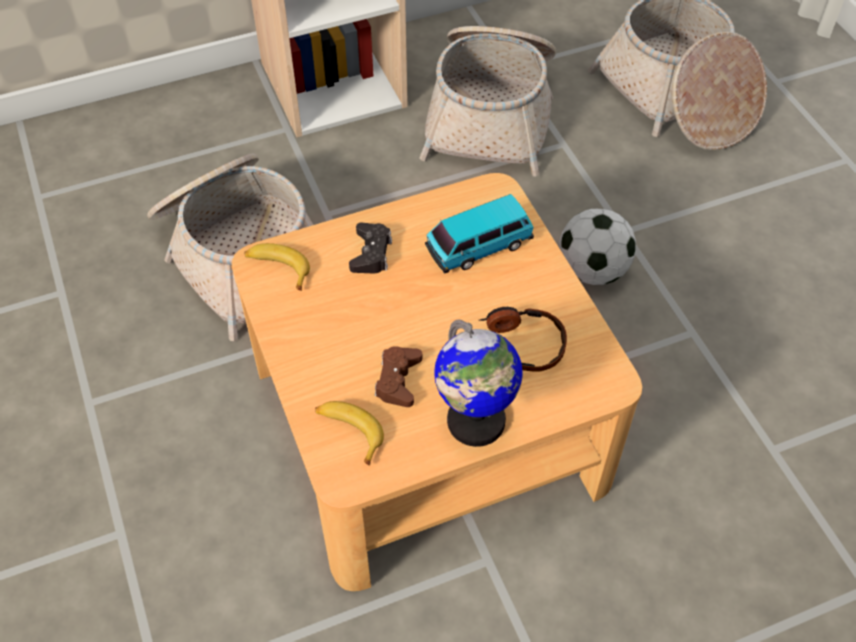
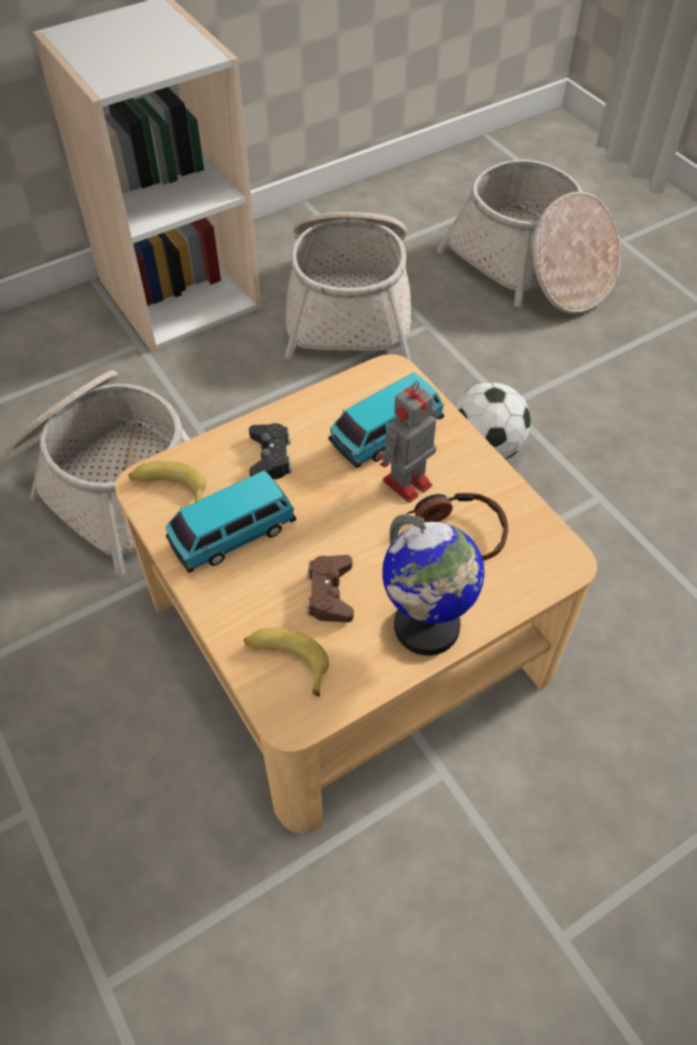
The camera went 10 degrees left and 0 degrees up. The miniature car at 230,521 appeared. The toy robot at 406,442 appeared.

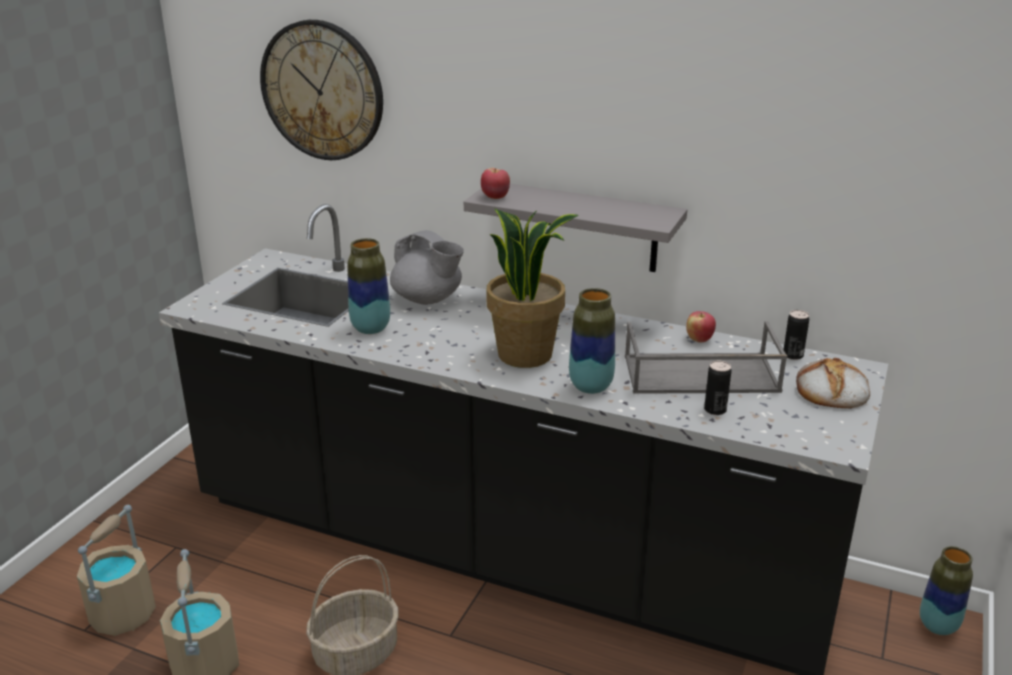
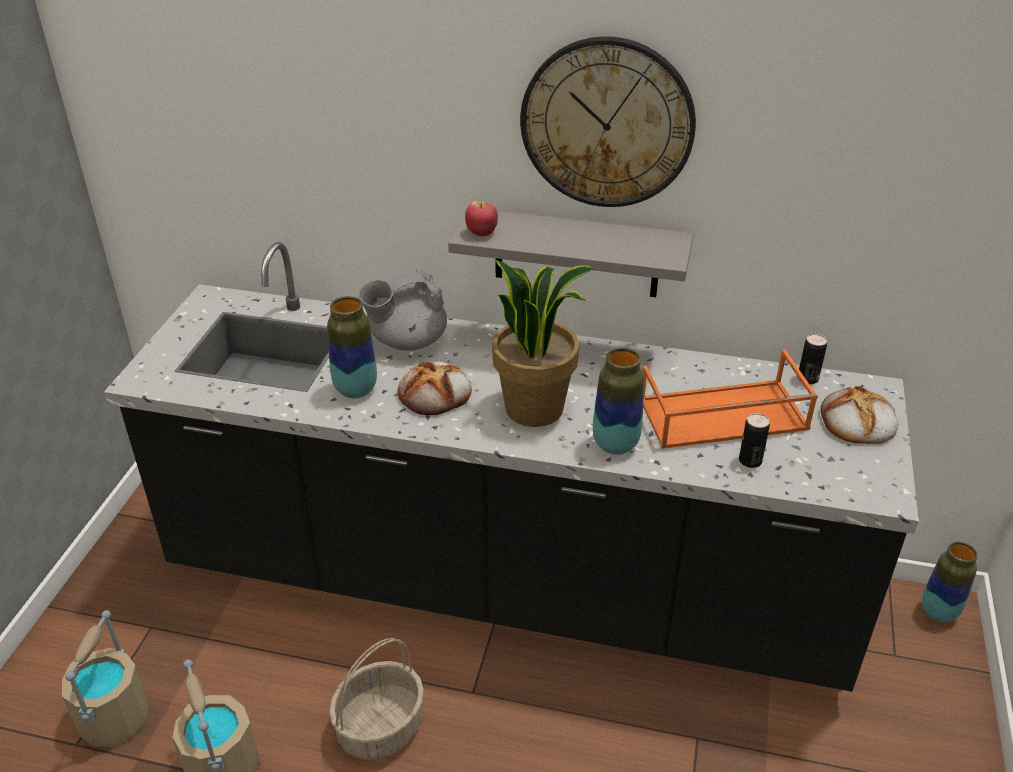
The camera went 10 degrees left and 10 degrees up. The clock on the wall moved from 321,90 to 608,121. The grey pot for tea at 427,267 turned 120 degrees clockwise. The grey carrying tray at 706,357 became the orangey carrying tray at 730,399. The apple at 701,327 disappeared. The baked bread at 434,388 appeared.

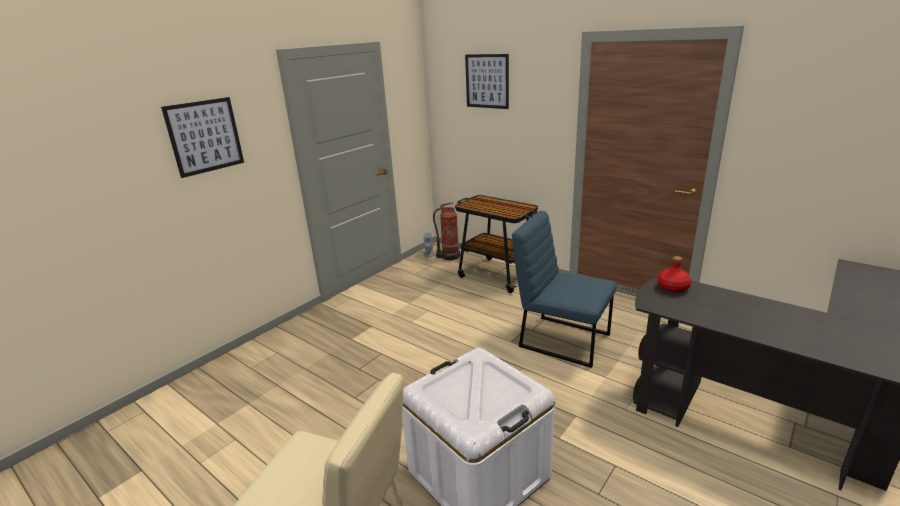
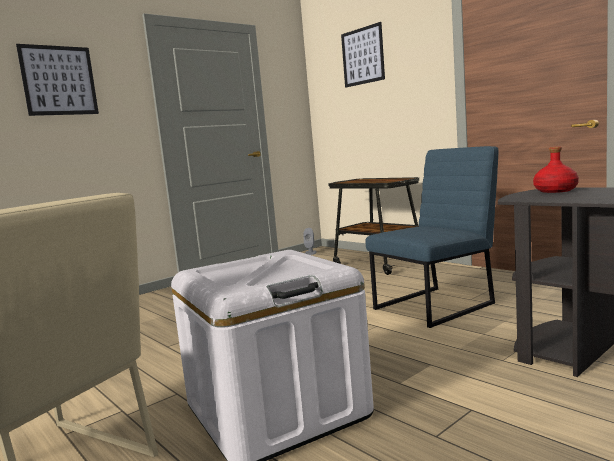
The camera went 10 degrees right and 15 degrees down. The extinguisher at 446,231 disappeared. The bluish plain chair at 564,289 turned 105 degrees clockwise.

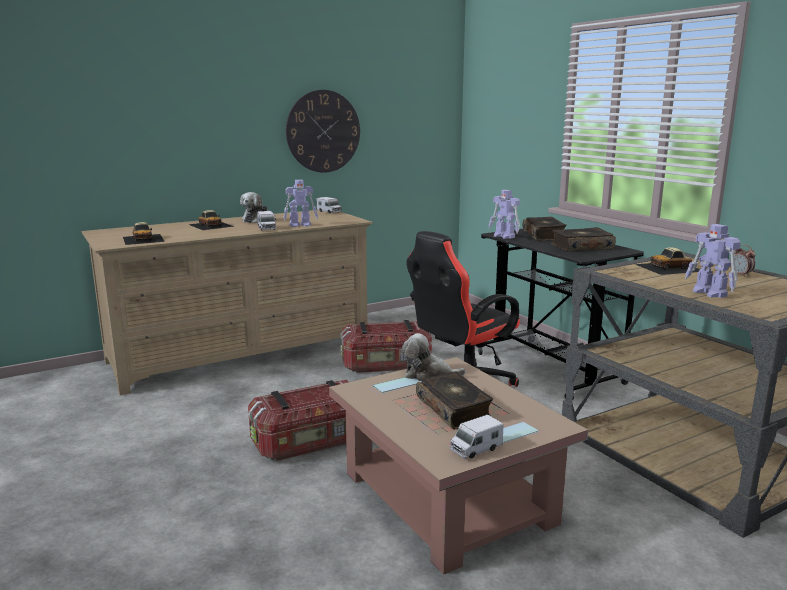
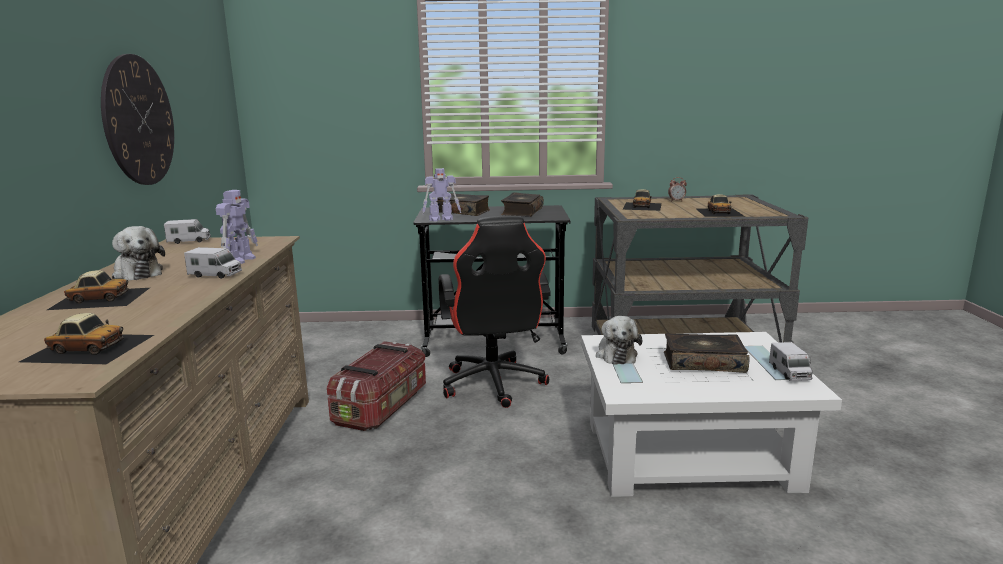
The camera went 60 degrees left and 0 degrees up. The storage box at 298,420 disappeared. The brown-coloured low table at 458,466 became the white low table at 711,414. The soft toy at 434,357 turned 45 degrees counterclockwise. The toy robot at 713,261 was replaced by the miniature car at 720,205.

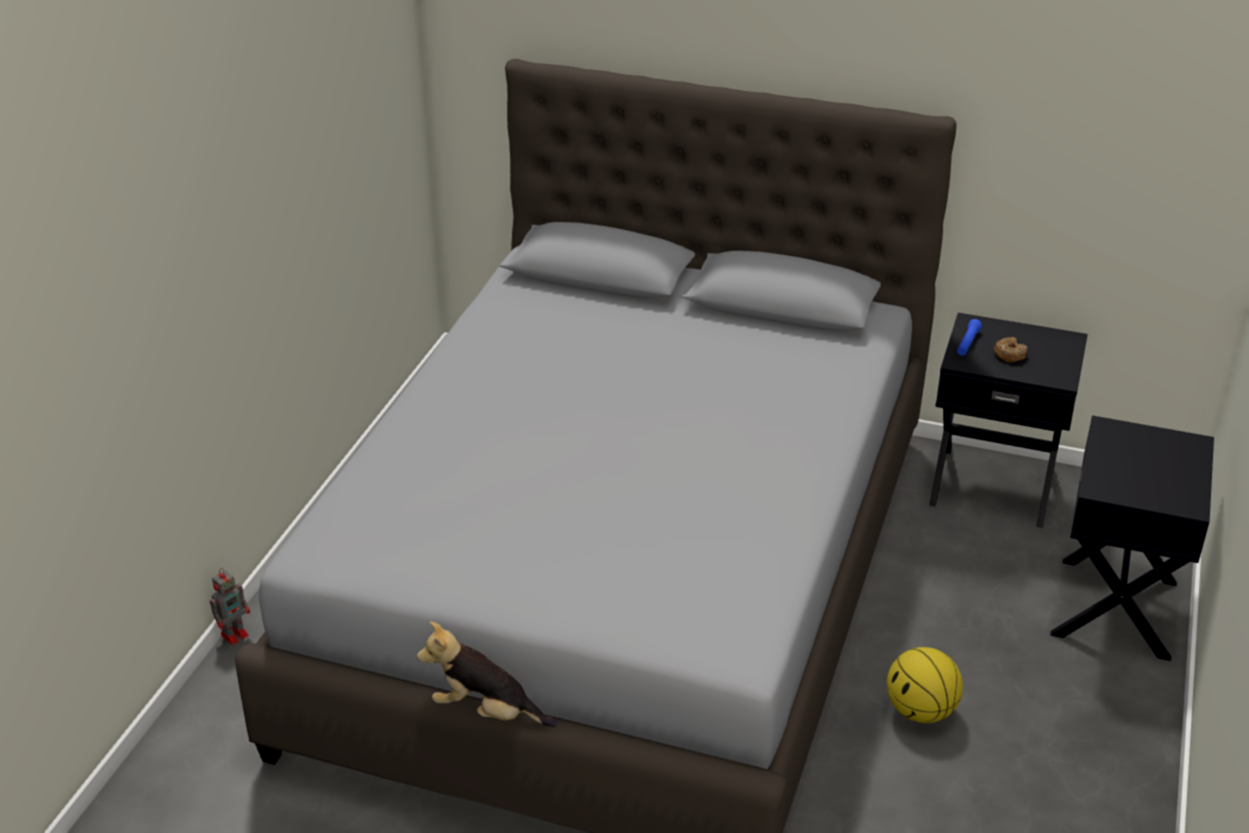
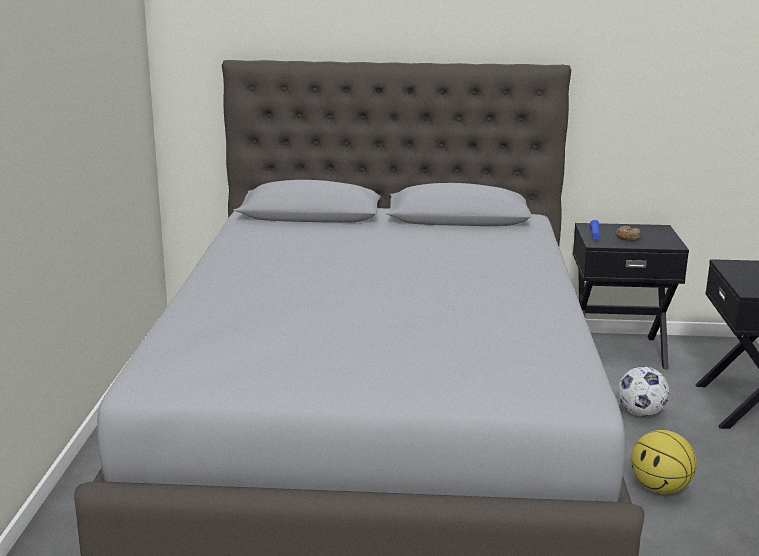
The camera went 15 degrees left and 15 degrees down. The toy robot at 230,606 disappeared. The soft toy at 487,674 disappeared. The football at 643,391 appeared.

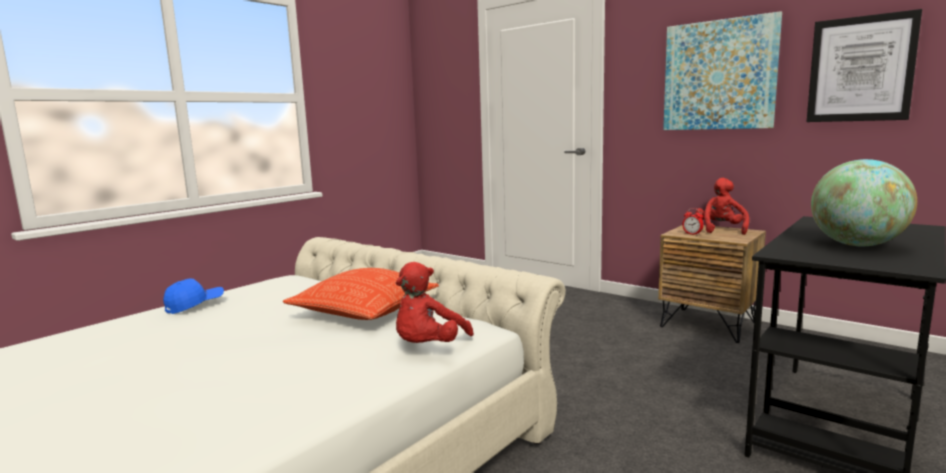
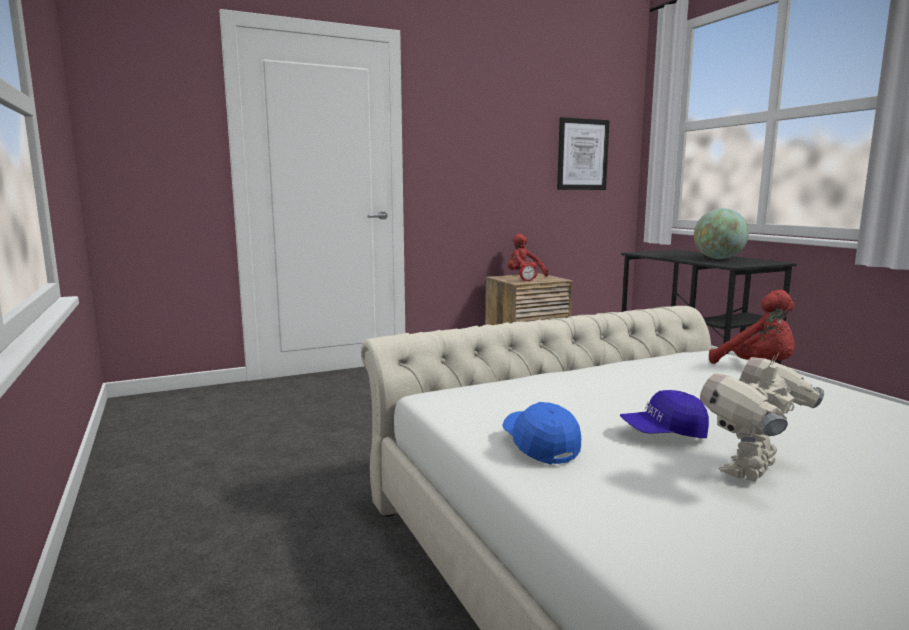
The camera went 65 degrees left and 0 degrees up. The orangey pillow at 361,294 disappeared. The wall picture at 722,70 disappeared. The bluish peaked cap at 664,414 appeared. The toy robot at 762,417 appeared.

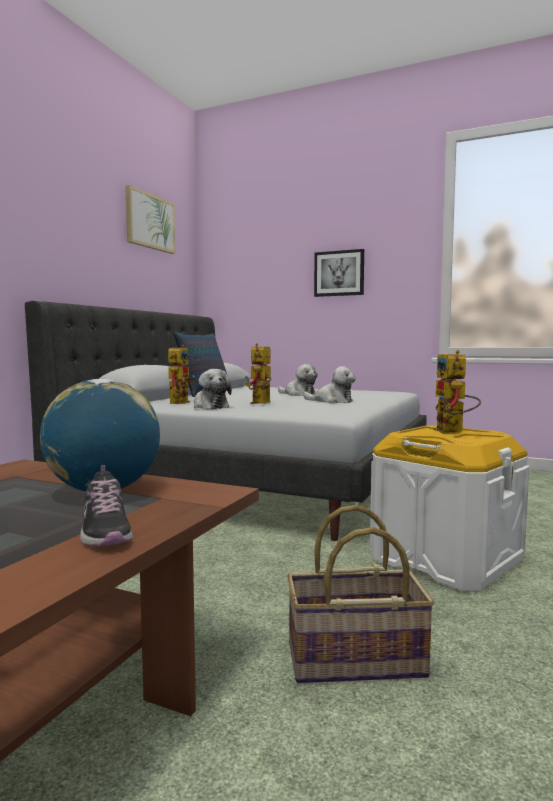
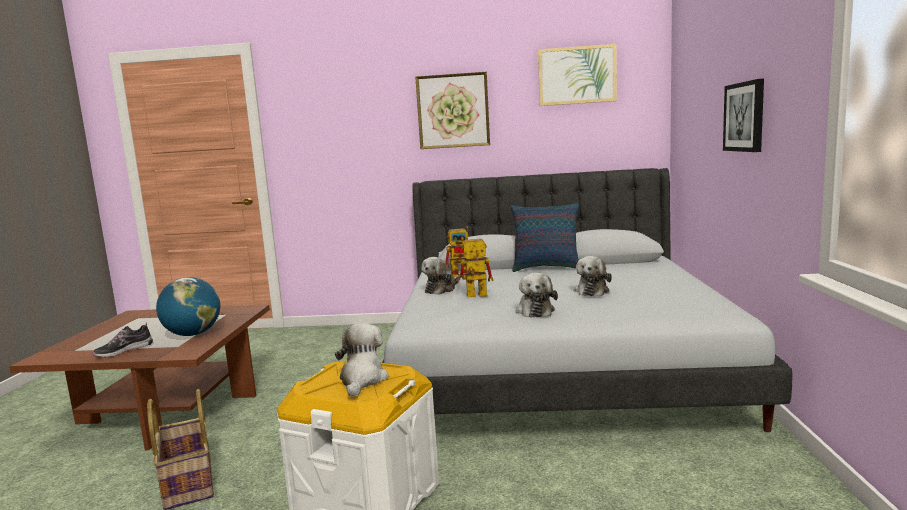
The camera went 70 degrees right and 5 degrees up. The toy robot at 457,392 was replaced by the soft toy at 362,360. The wall picture at 452,110 appeared.

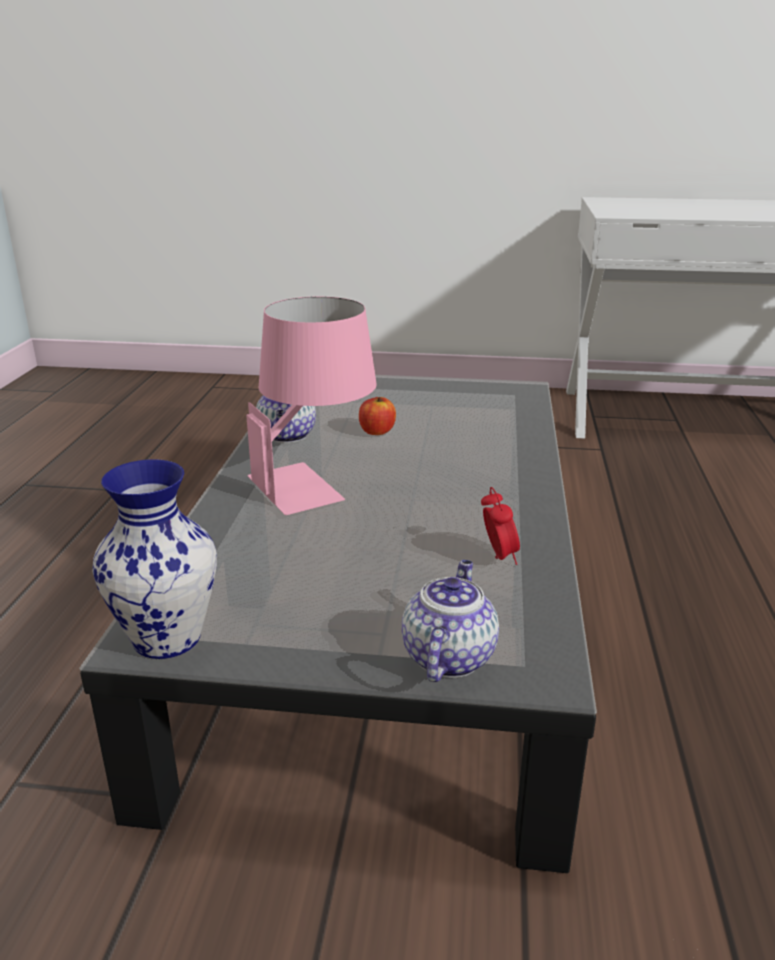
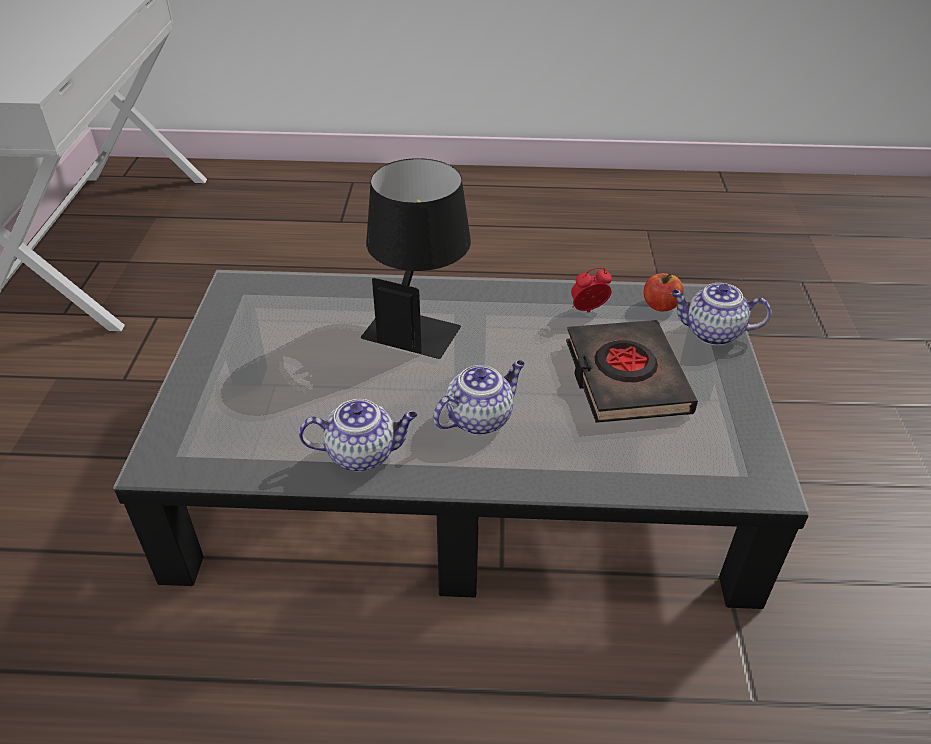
The camera went 95 degrees left and 15 degrees up. The vase at 154,559 disappeared. The pinkish table lamp at 311,406 was replaced by the pot for tea at 479,397. The apple moved from 377,416 to 664,292. The black-coloured table lamp at 416,258 appeared. The black-coloured book at 632,371 appeared.

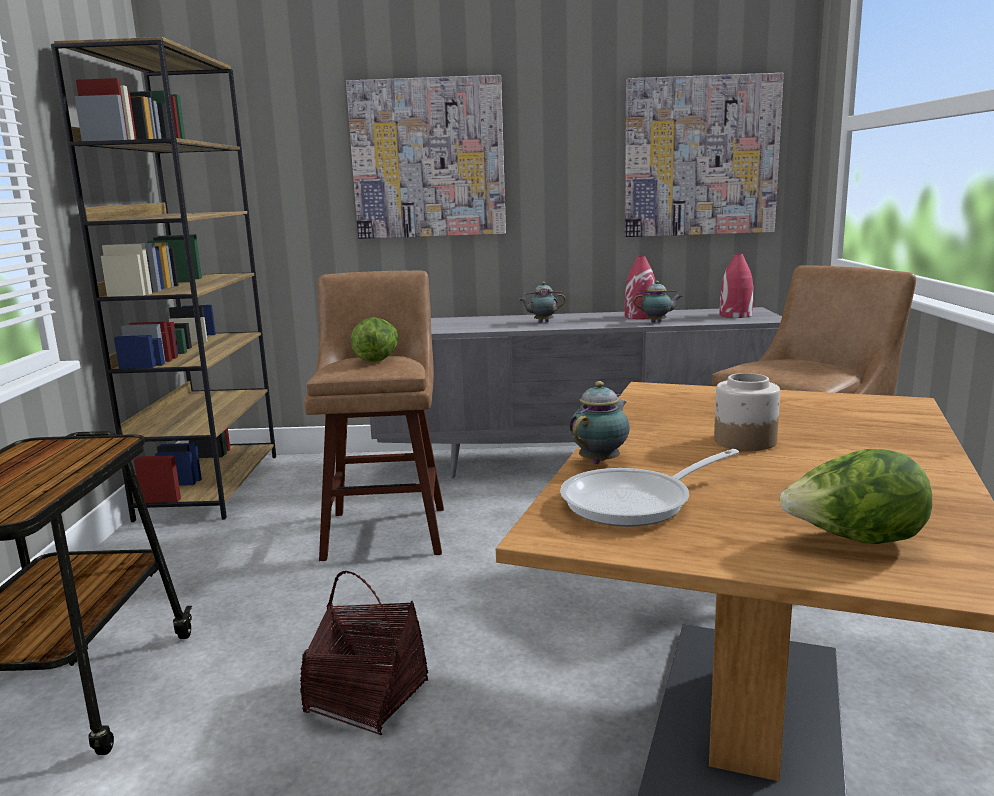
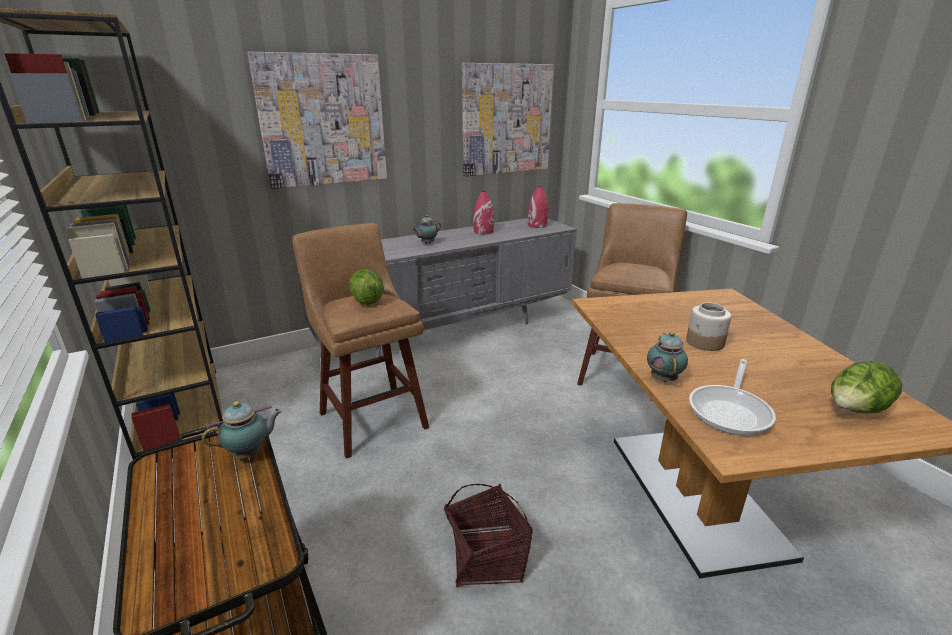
The camera went 30 degrees left and 10 degrees up. The pot for tea moved from 657,302 to 242,430.

